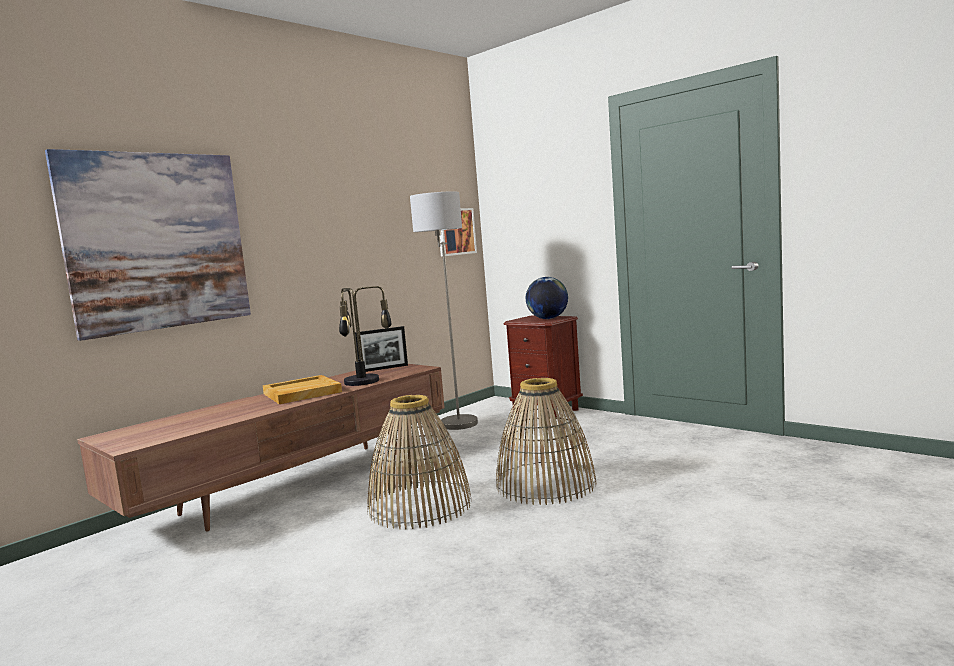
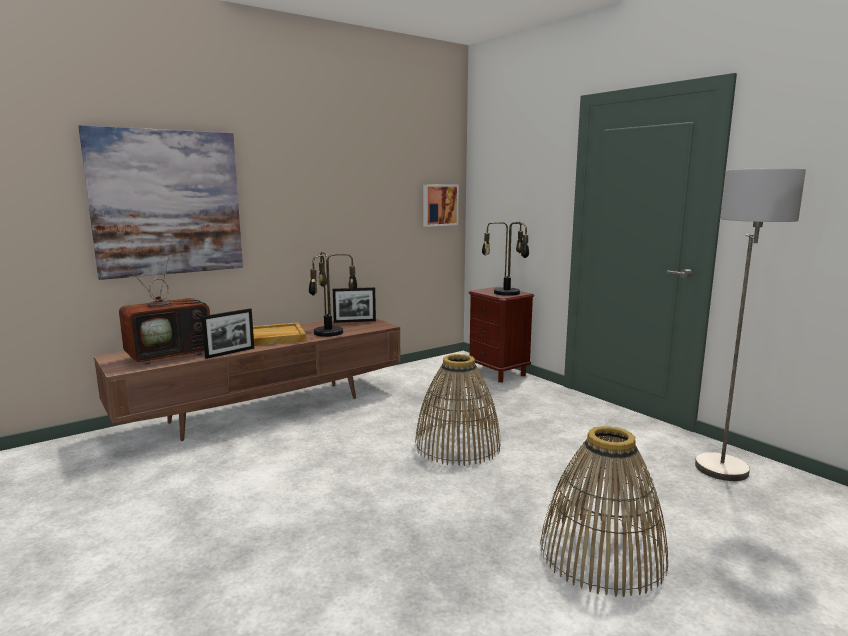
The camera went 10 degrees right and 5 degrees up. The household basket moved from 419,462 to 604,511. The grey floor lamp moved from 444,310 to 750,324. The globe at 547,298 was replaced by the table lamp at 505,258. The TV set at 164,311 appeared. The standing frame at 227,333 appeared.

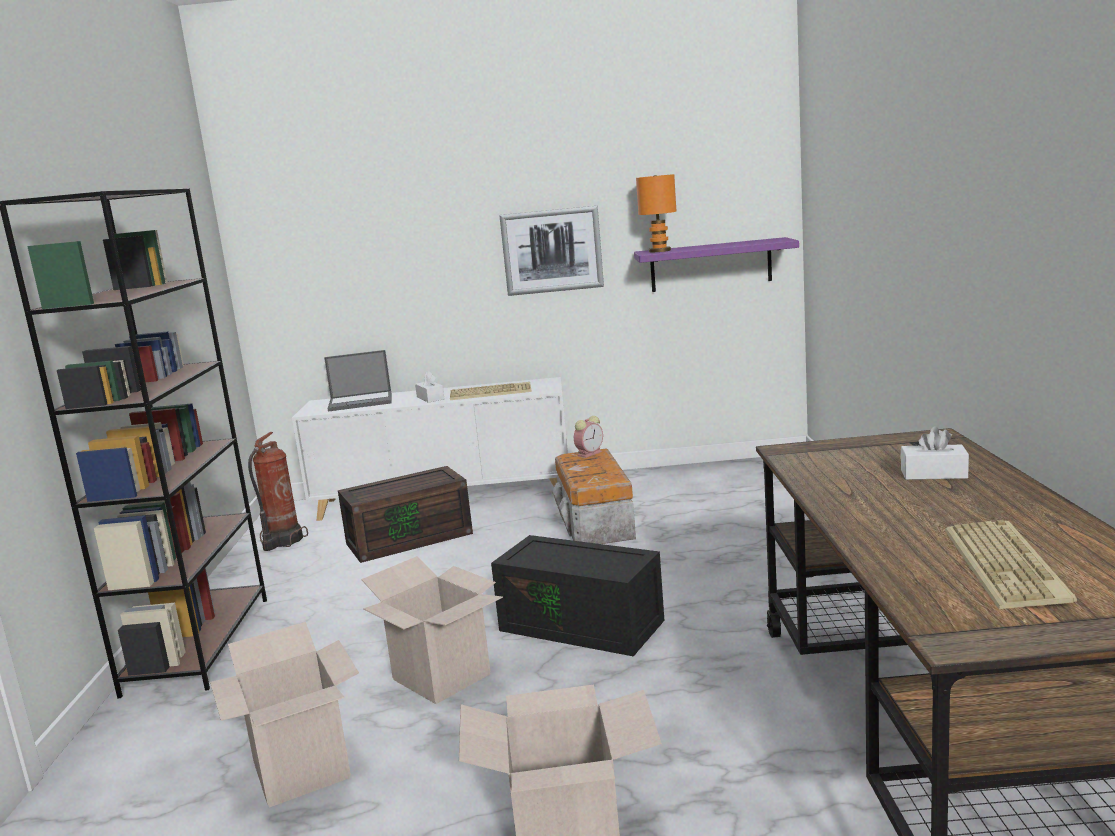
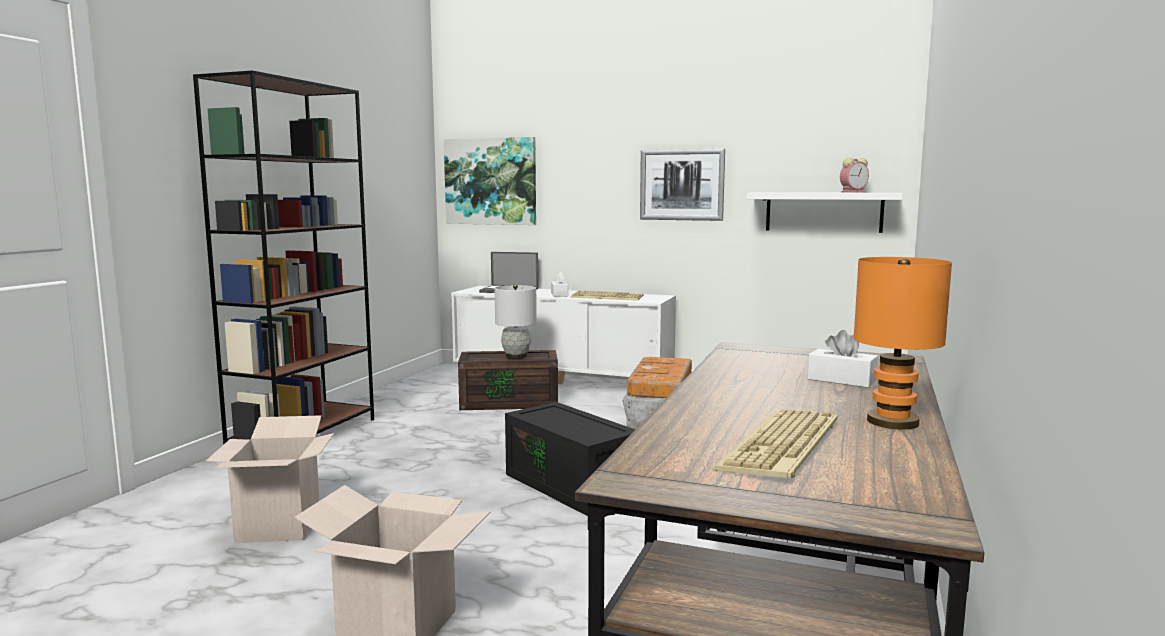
The camera went 20 degrees right and 5 degrees down. The extinguisher at 278,491 disappeared. The cardboard box at 432,630 disappeared. The bedside clock moved from 588,437 to 854,175. The purple shelf at 716,264 became the white shelf at 825,212. The orangey table lamp moved from 656,213 to 902,343. The wall picture at 490,181 appeared. The white table lamp at 516,321 appeared.

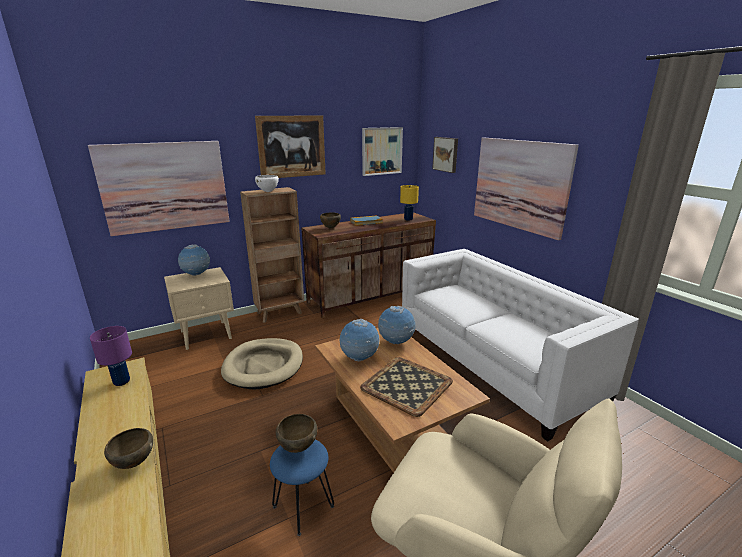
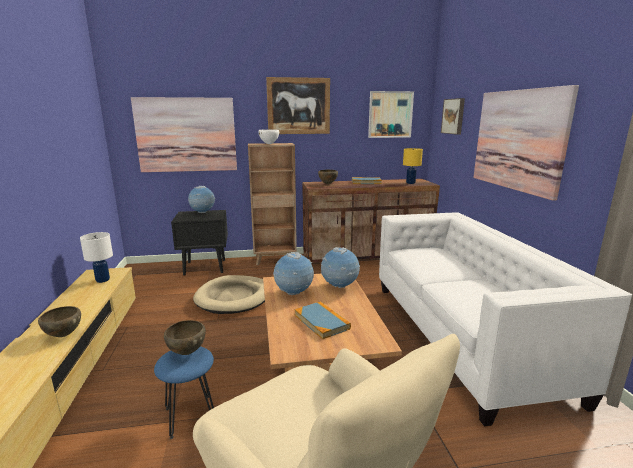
The camera went 20 degrees right and 5 degrees down. The purple table lamp at 111,356 became the white table lamp at 96,257. The sand-coloured nightstand at 199,308 became the black-coloured nightstand at 199,243. The carrying tray at 406,387 was replaced by the book at 322,320.

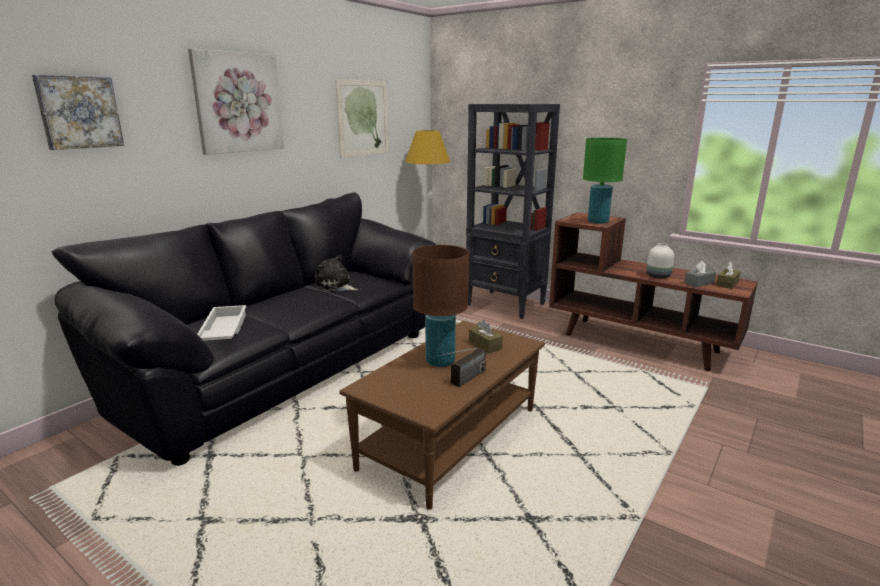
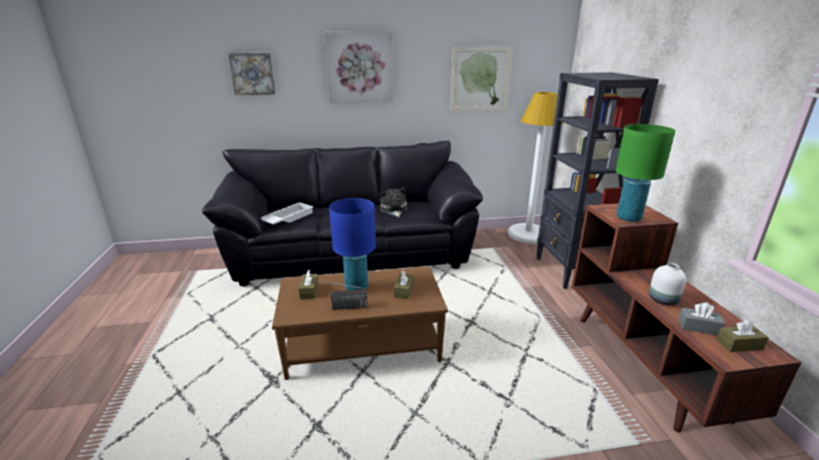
The camera went 45 degrees right and 5 degrees up. The brown-coloured table lamp at 440,306 became the bluish table lamp at 352,244. The brown-coloured tissue holder at 308,284 appeared.

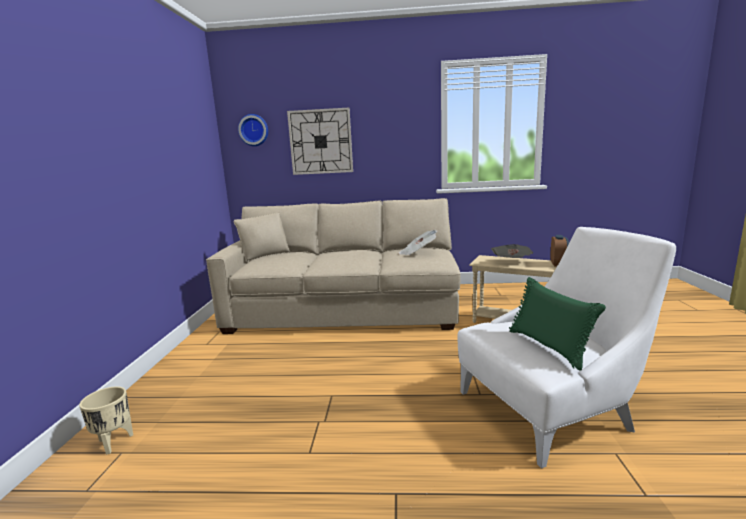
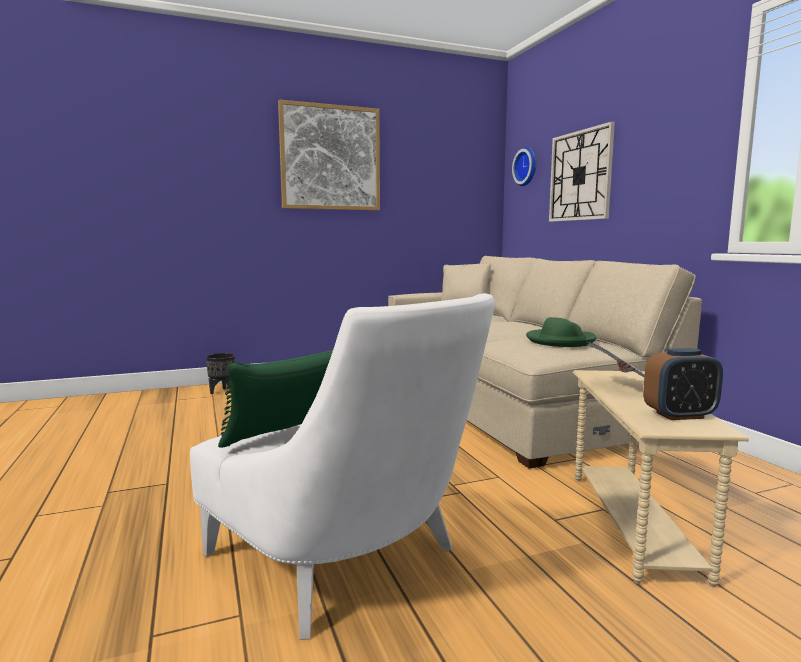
The camera went 65 degrees right and 5 degrees down. The sand-coloured plant pot at 106,420 became the black-coloured plant pot at 220,373. The newspaper at 418,242 was replaced by the green-coloured hat at 561,332. The wall picture at 329,155 appeared.

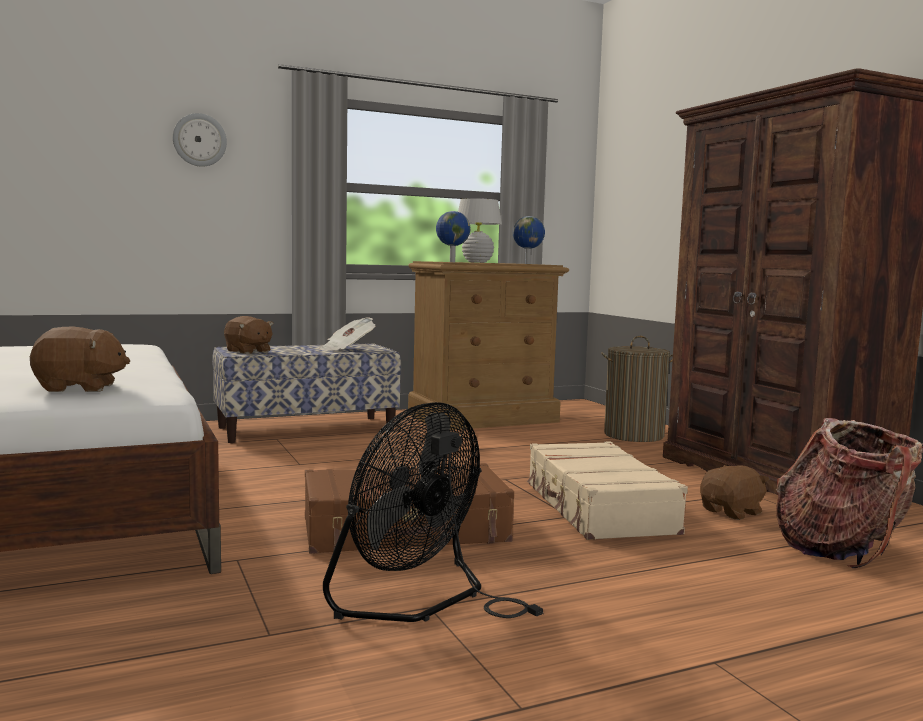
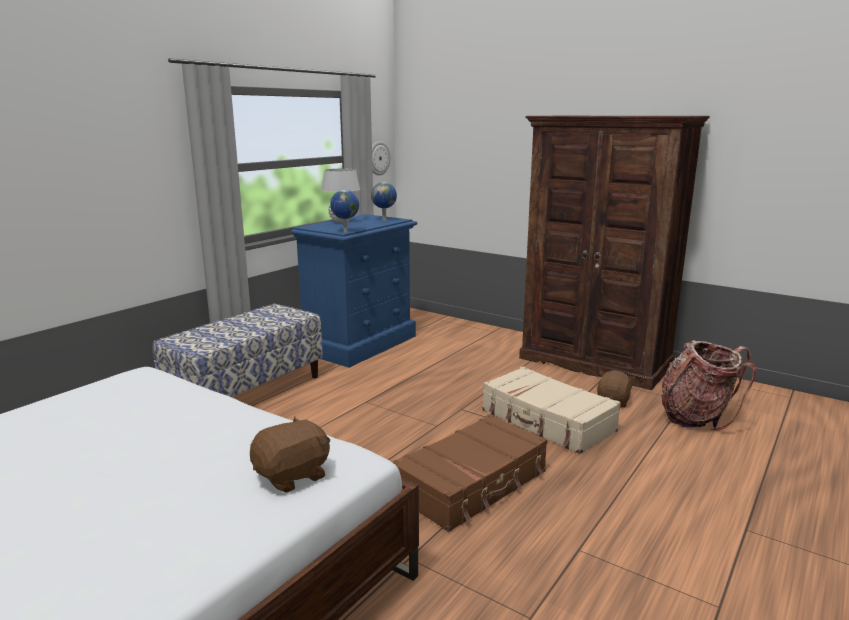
The camera went 30 degrees left and 10 degrees up. The clock on the wall moved from 200,140 to 381,158. The brown-coloured soft toy at 249,335 disappeared. The newspaper at 347,334 disappeared. The black-coloured cooling fan at 433,512 disappeared. The brown-coloured drawer chest at 488,345 became the bluish drawer chest at 354,291. The hamper at 637,389 disappeared.

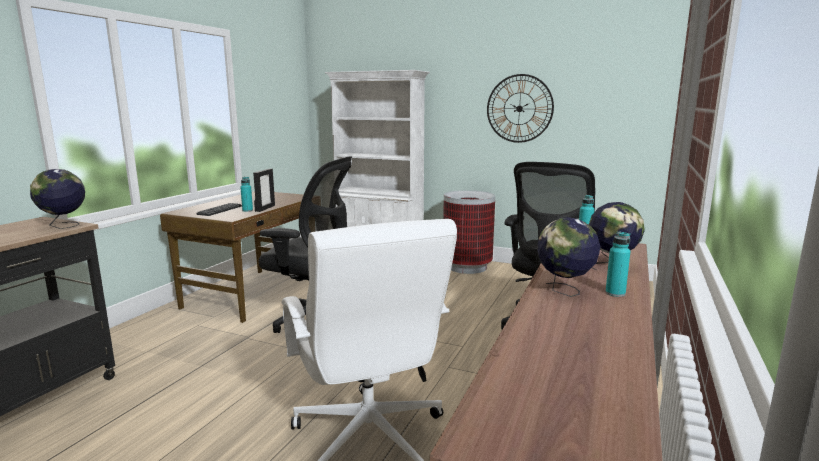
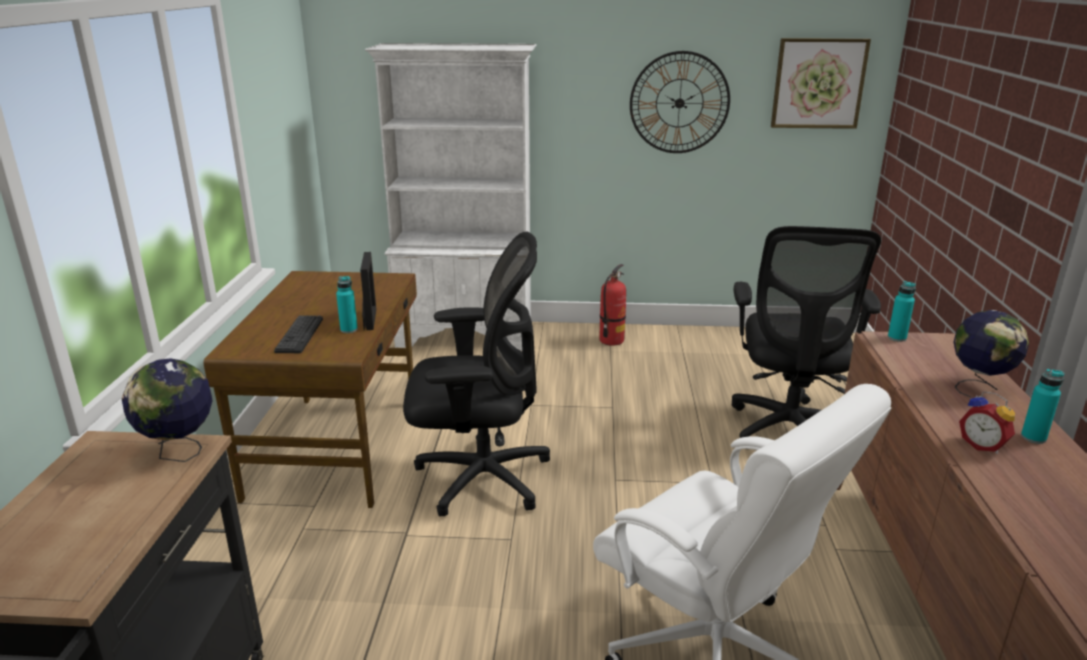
The camera went 20 degrees left and 10 degrees up. The rubbish bin at 469,232 was replaced by the extinguisher at 612,305. The globe at 569,257 was replaced by the bedside clock at 987,422. The wall picture at 821,83 appeared.

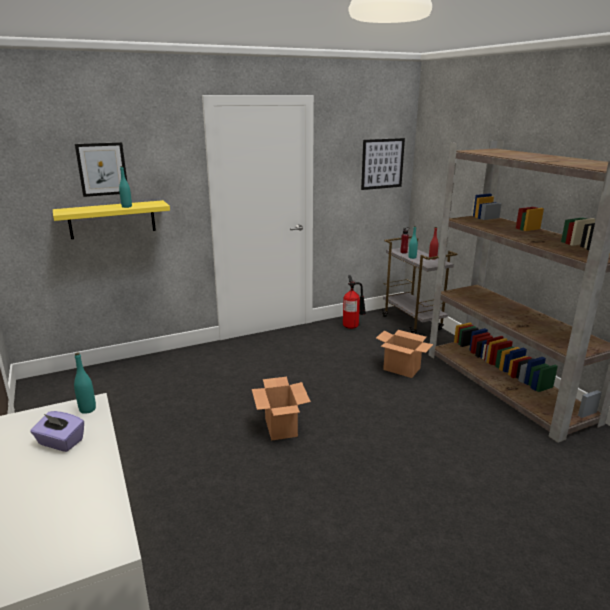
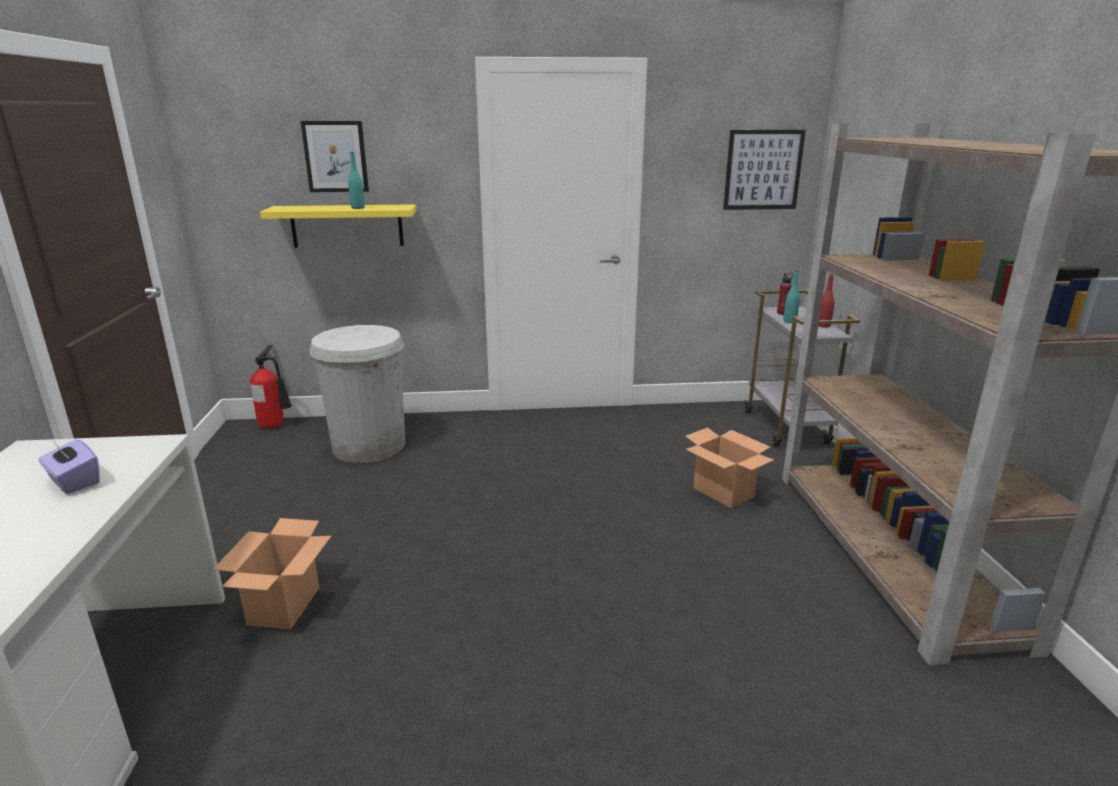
The camera went 20 degrees right and 0 degrees up. The turquoise bottle at 85,383 disappeared. The cardboard box moved from 281,409 to 272,573. The extinguisher moved from 354,302 to 271,386. The white rubbish bin at 357,394 appeared.

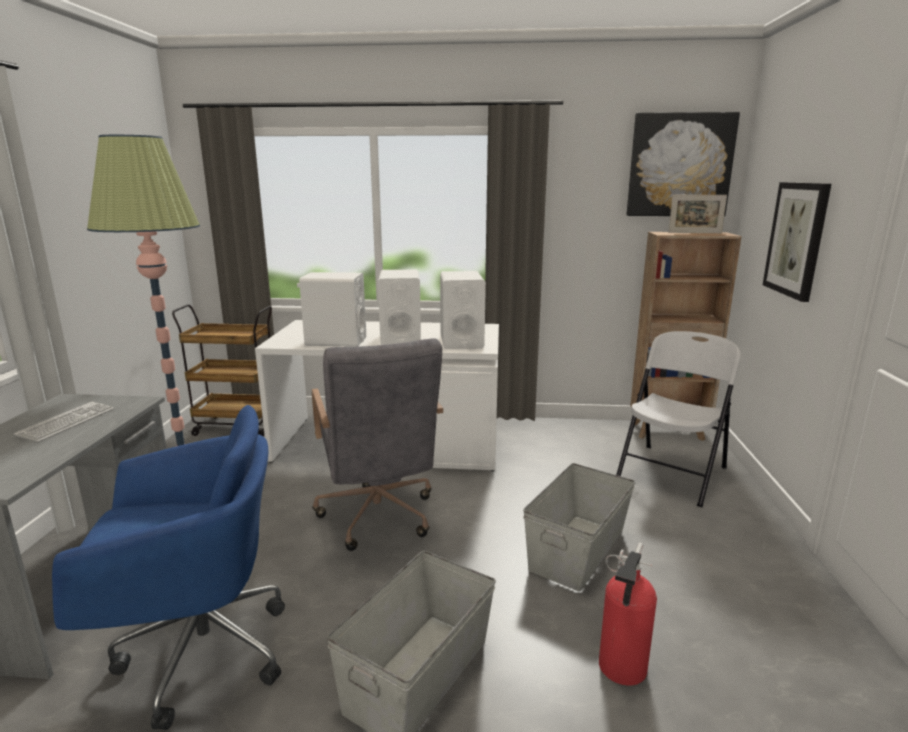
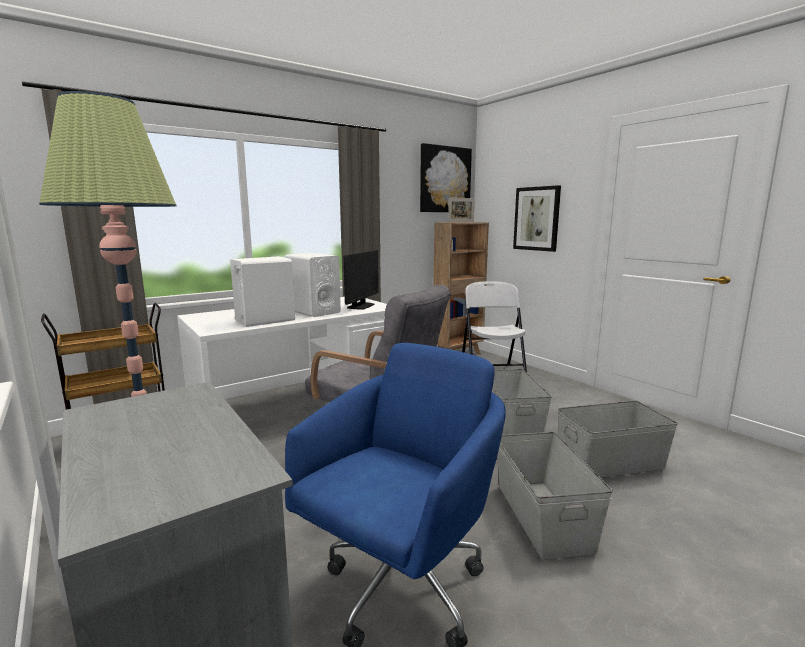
The camera went 40 degrees left and 5 degrees down. The keyboard at 64,422 disappeared. The white speaker at 463,310 was replaced by the computer display at 361,280. The extinguisher at 628,614 was replaced by the grey storage box at 618,439.

